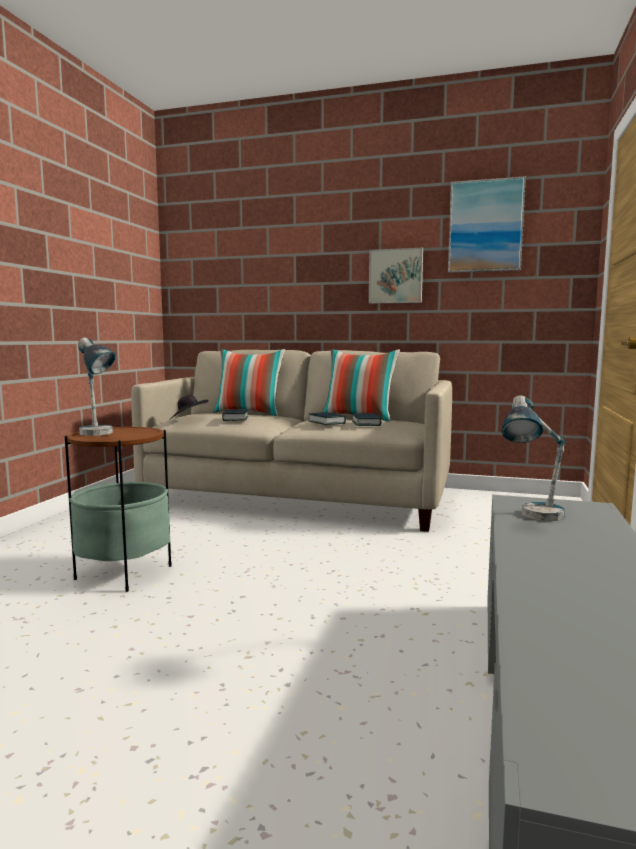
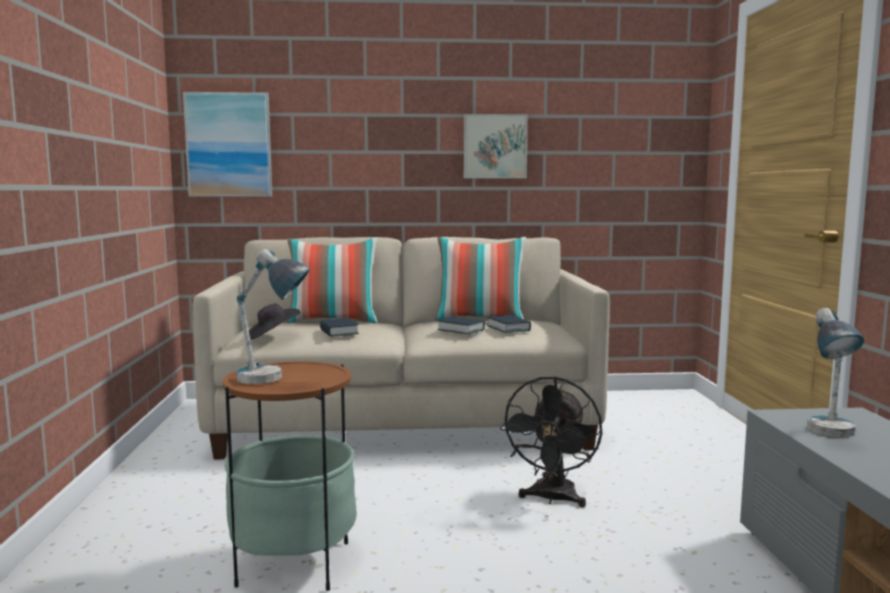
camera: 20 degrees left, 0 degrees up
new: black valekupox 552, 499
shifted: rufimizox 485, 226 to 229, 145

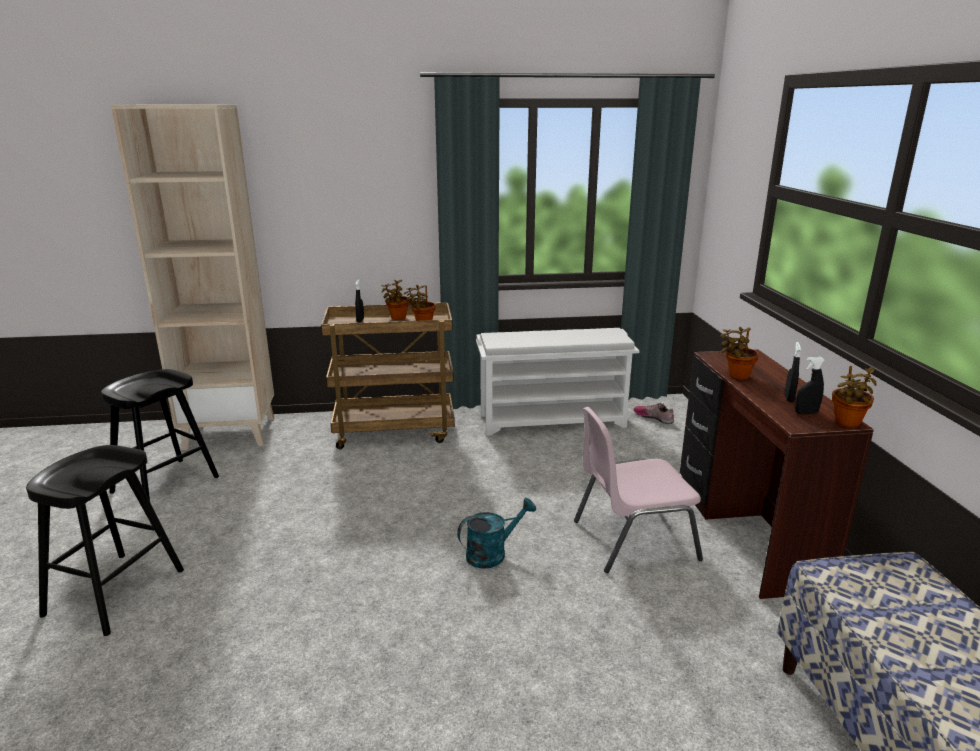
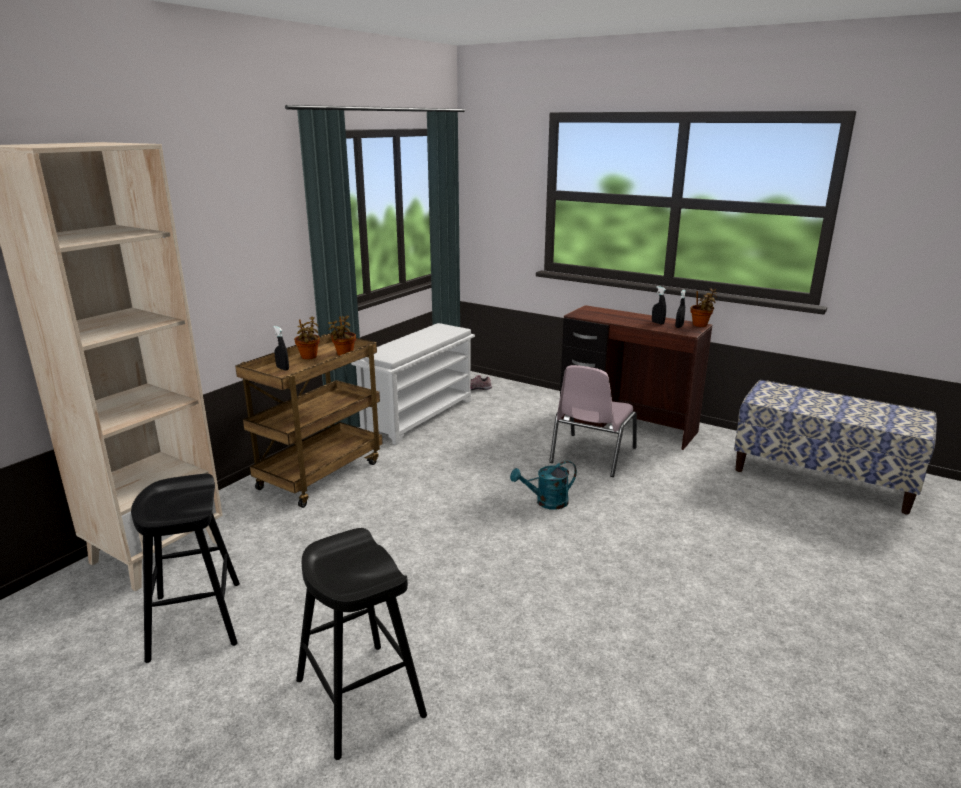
camera: 50 degrees left, 0 degrees up
gone: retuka 736, 376
rotated: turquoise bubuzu 492, 553 = 546, 502 120 degrees counterclockwise

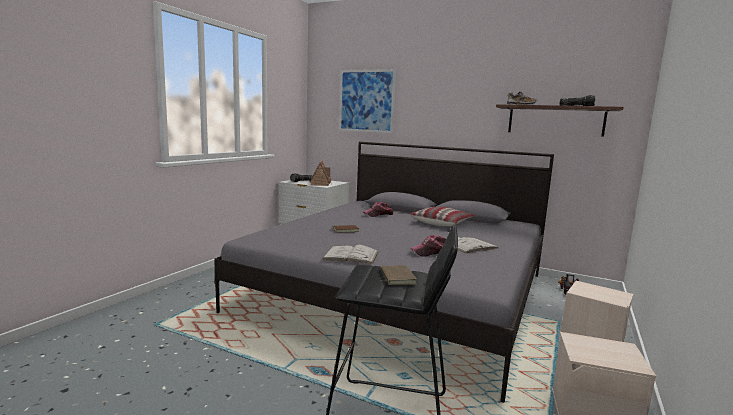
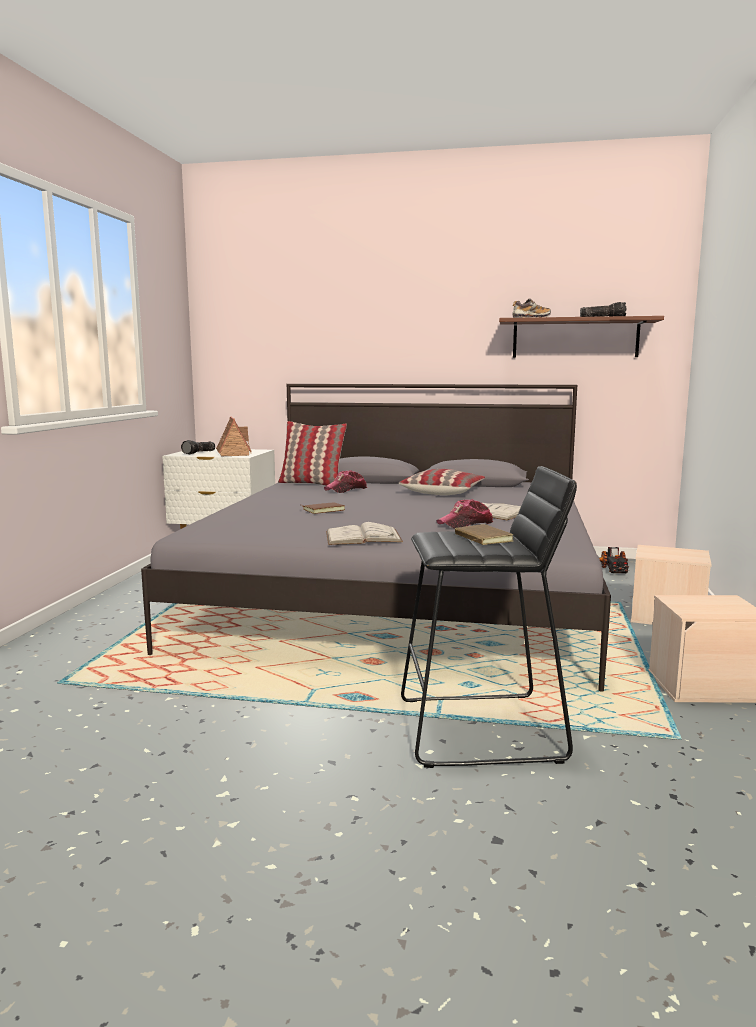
camera: 15 degrees left, 0 degrees up
gone: rufimizox 366, 101
new: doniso 311, 483

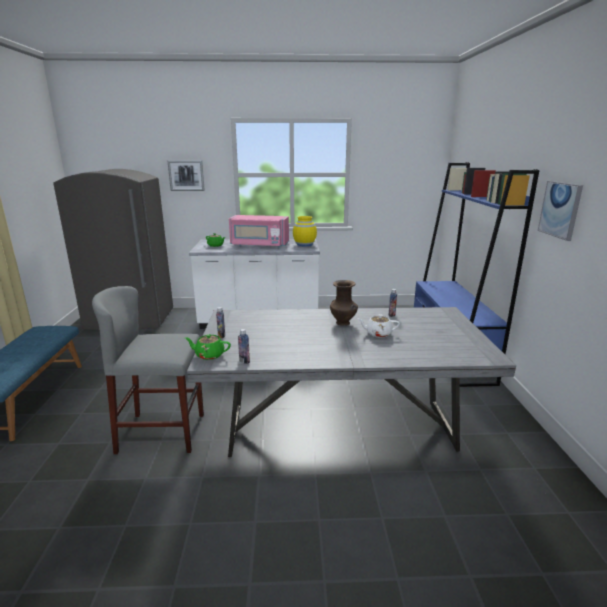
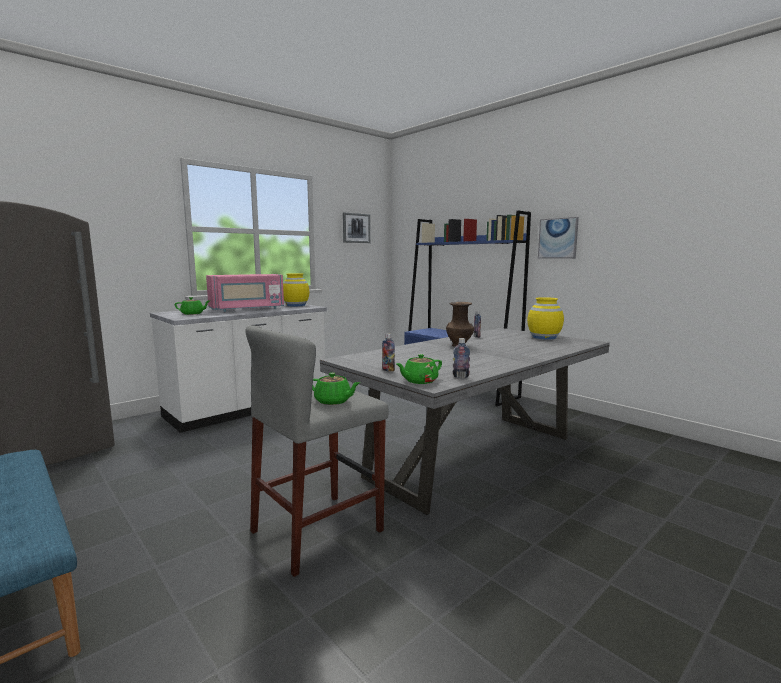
camera: 40 degrees left, 10 degrees down
gone: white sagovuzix 378, 333
new: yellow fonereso 544, 337; green sagovuzix 333, 401
shifted: rufimizox 186, 175 to 356, 228

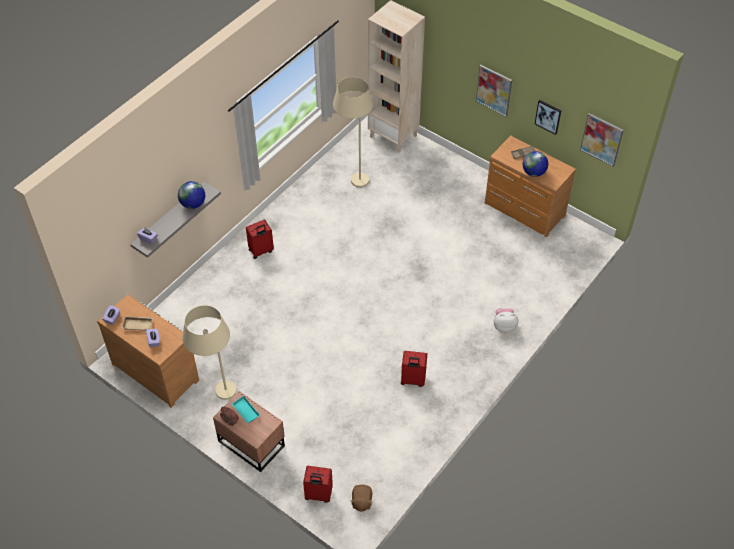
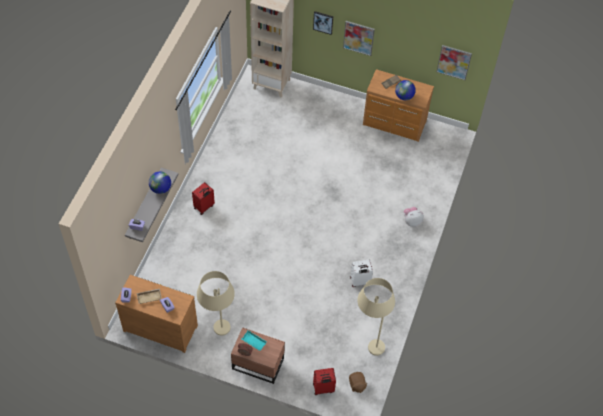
camera: 20 degrees left, 5 degrees up
shifted: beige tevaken 353, 174 to 368, 342; rufimizox 548, 116 to 323, 22
repainted: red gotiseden 412, 380 to white gotiseden 360, 281

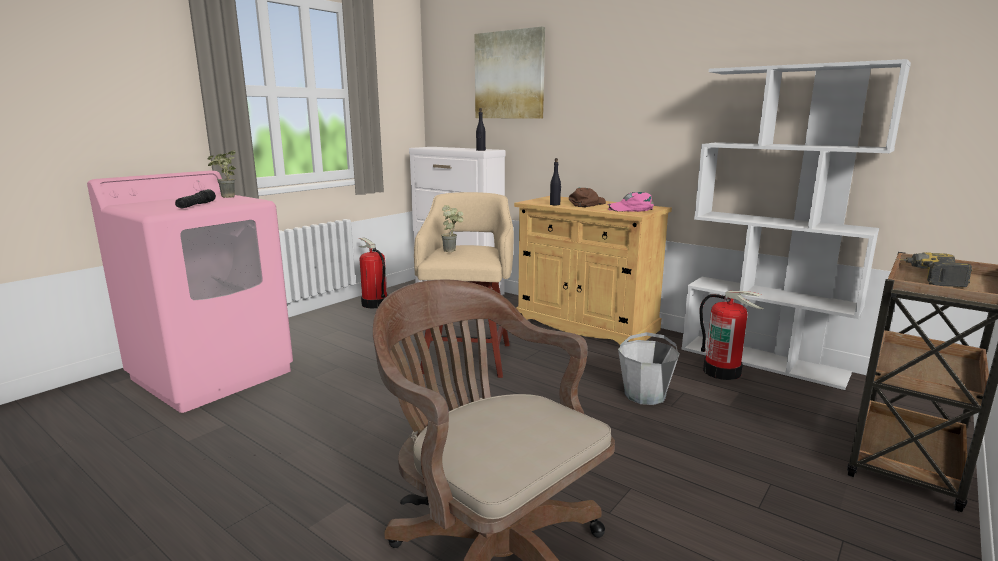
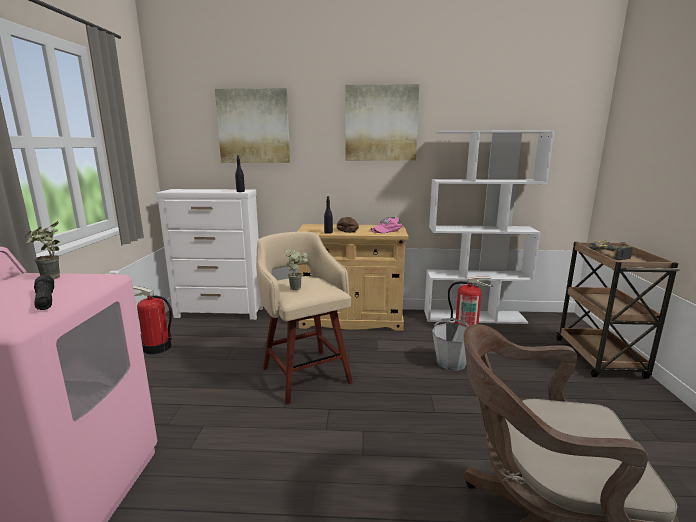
camera: 35 degrees left, 0 degrees up
new: rufimizox 381, 123

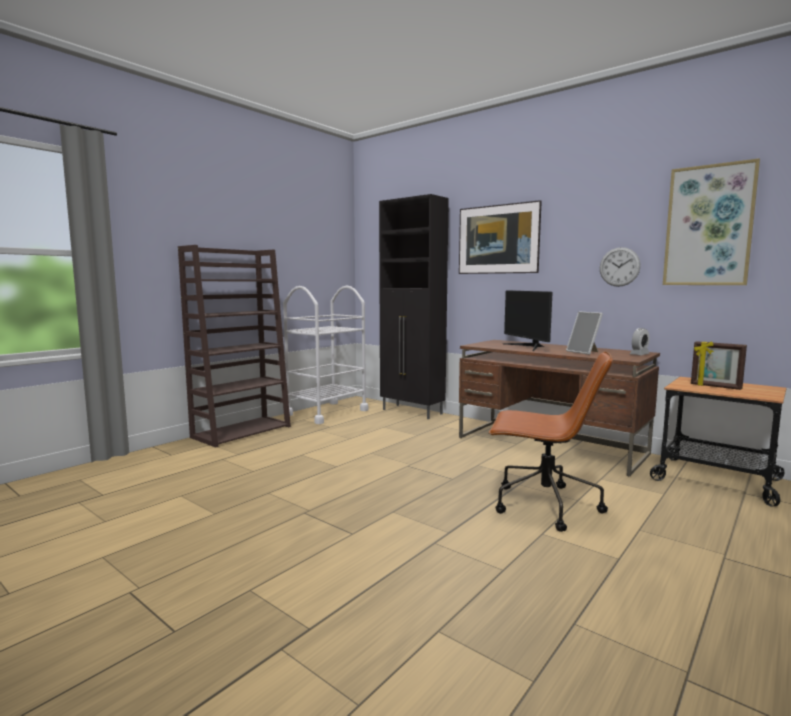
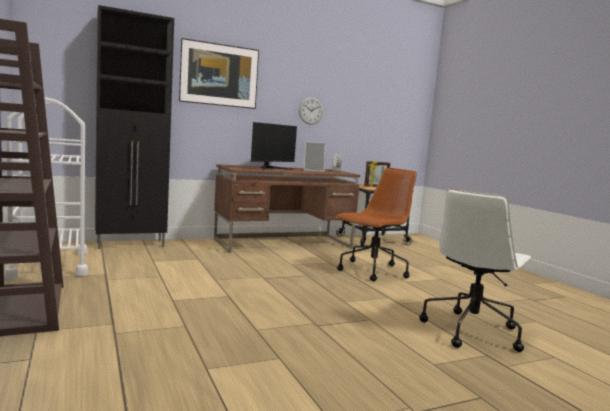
camera: 65 degrees left, 0 degrees up
gone: rufimizox 708, 226
new: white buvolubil 471, 330
rotated: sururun 528, 347 = 271, 168 60 degrees counterclockwise

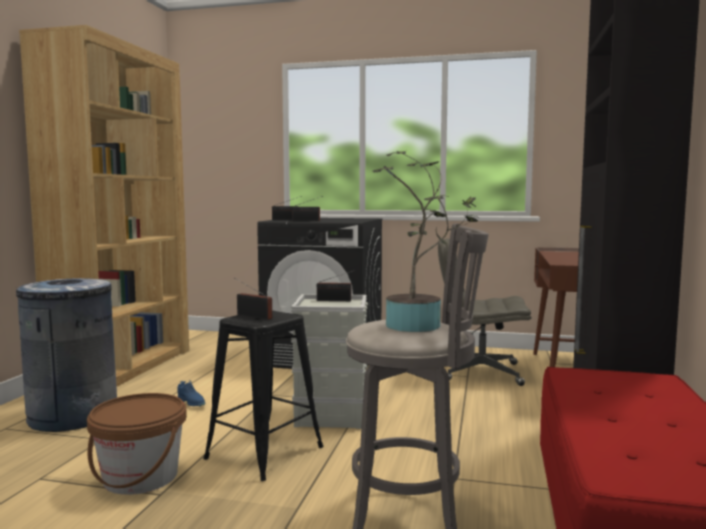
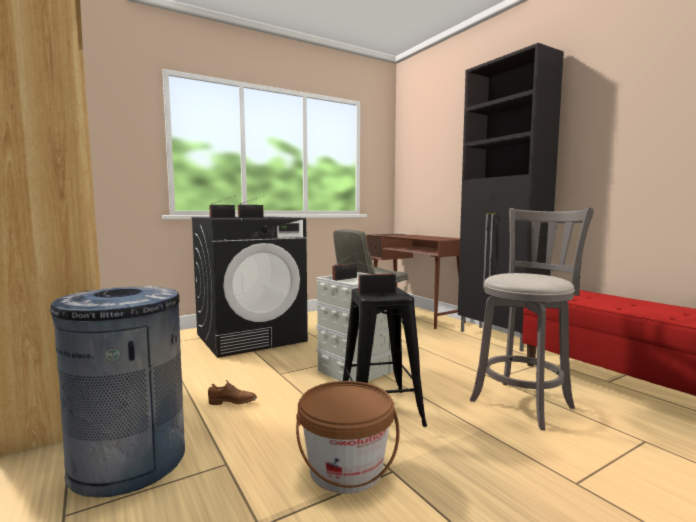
camera: 45 degrees left, 0 degrees up
gone: retuka 420, 325
repainted: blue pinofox 192, 403 to brown pinofox 232, 402

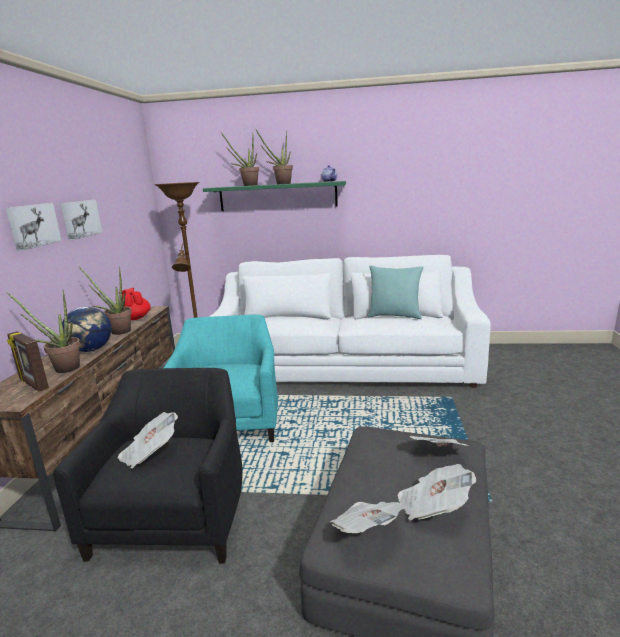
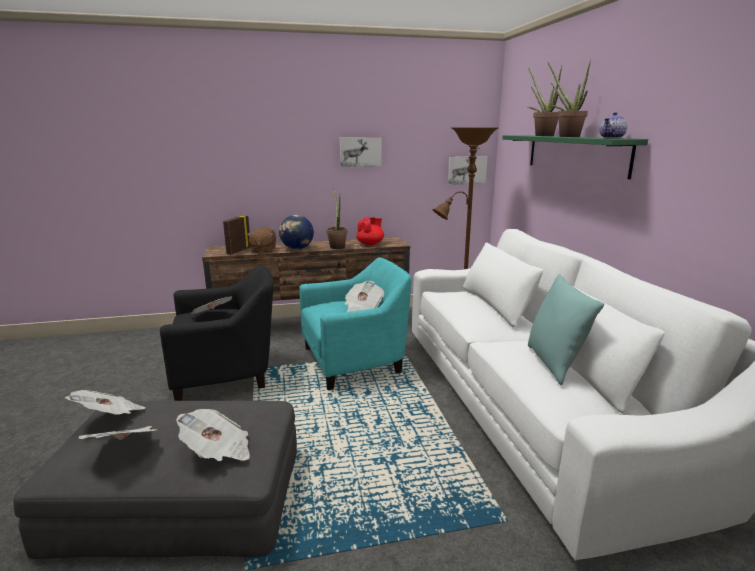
camera: 70 degrees right, 0 degrees up
new: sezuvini 362, 309
shifted: rufimizox 33, 225 to 466, 170
swapped: retuka 62, 368 to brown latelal 263, 250

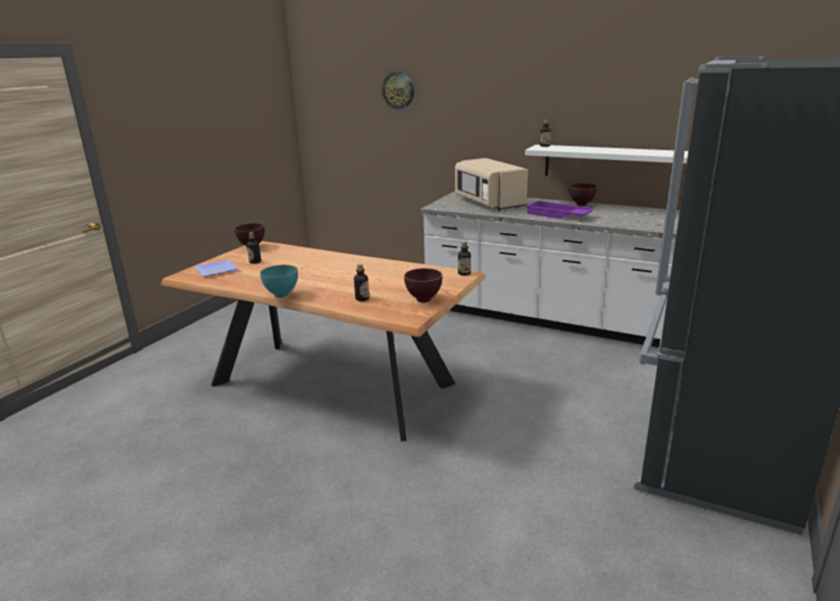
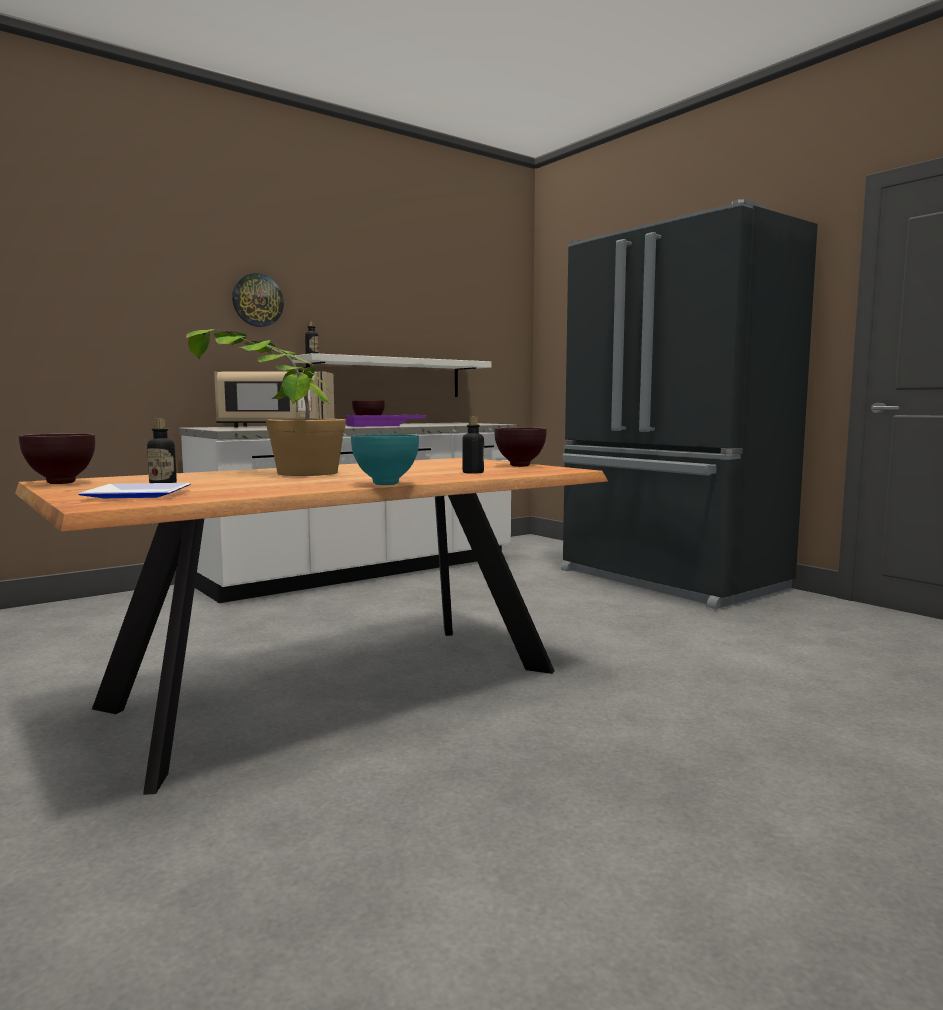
camera: 65 degrees left, 15 degrees down
gone: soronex 464, 273
new: retuka 278, 472
shifted: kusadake 398, 90 to 257, 300

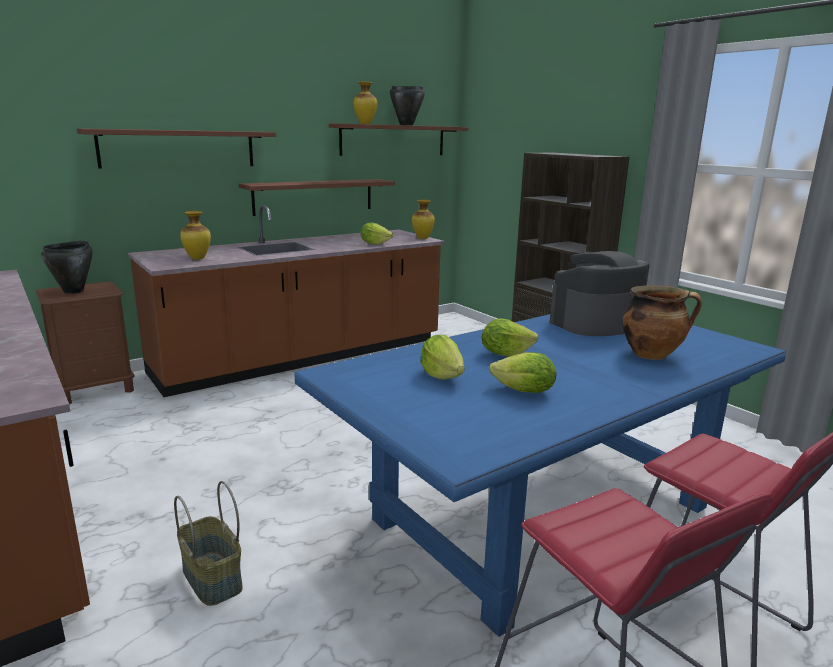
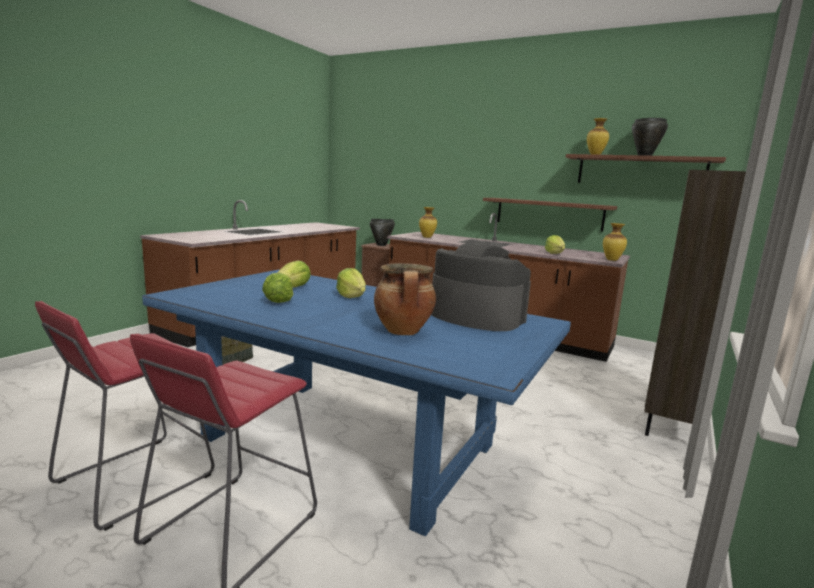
camera: 65 degrees right, 5 degrees down
gone: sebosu 179, 148

